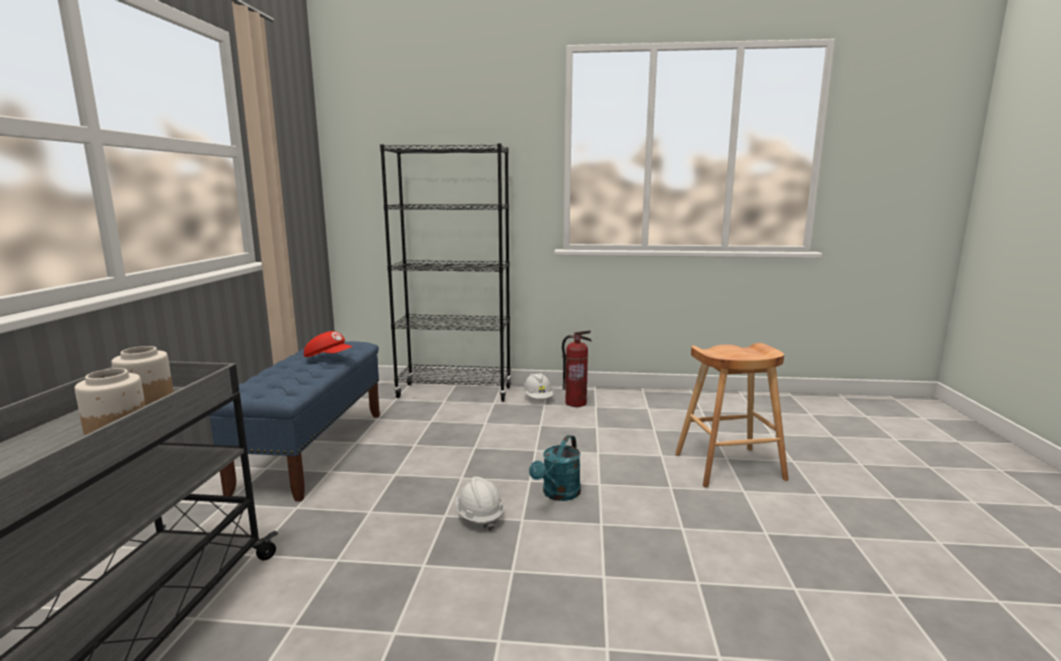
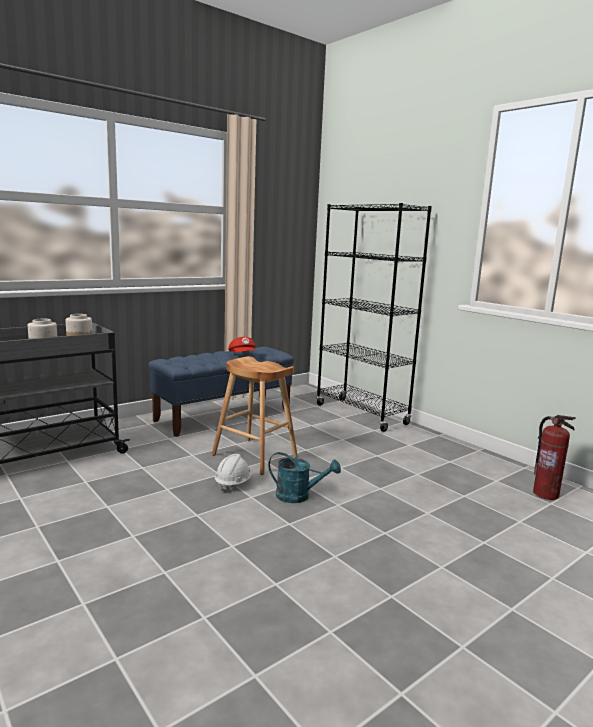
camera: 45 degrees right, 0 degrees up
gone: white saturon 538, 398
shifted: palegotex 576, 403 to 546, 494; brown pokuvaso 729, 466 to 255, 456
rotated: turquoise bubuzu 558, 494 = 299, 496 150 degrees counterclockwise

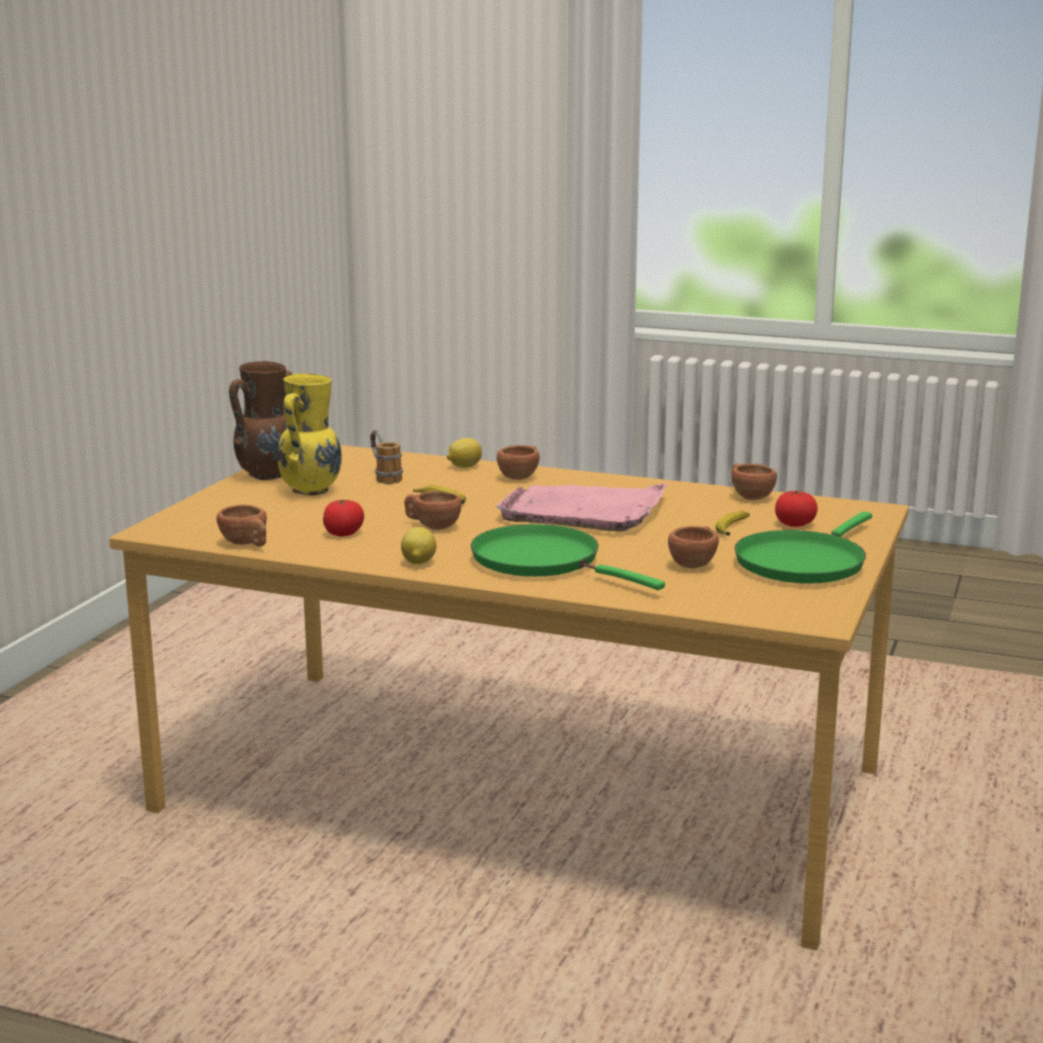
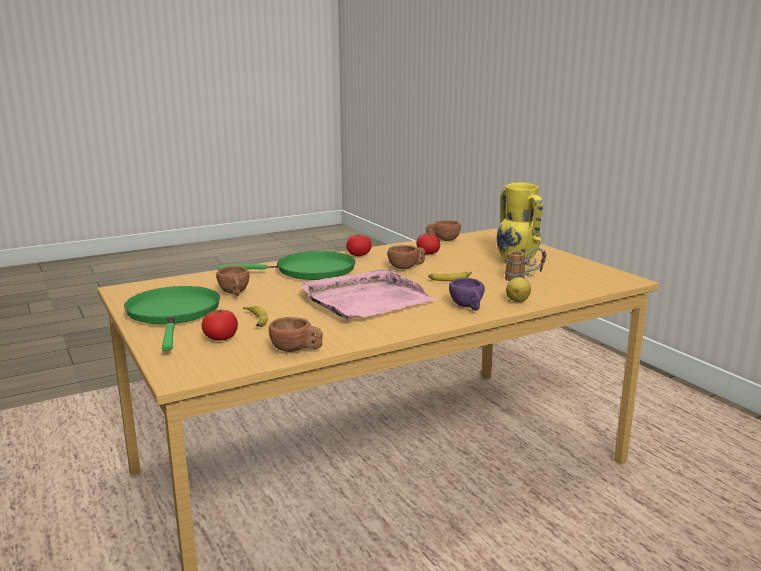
camera: 130 degrees right, 0 degrees up
gone: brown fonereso 268, 476
swapped: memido 418, 562 to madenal 359, 254
repainted: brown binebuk 521, 476 to purple binebuk 468, 307

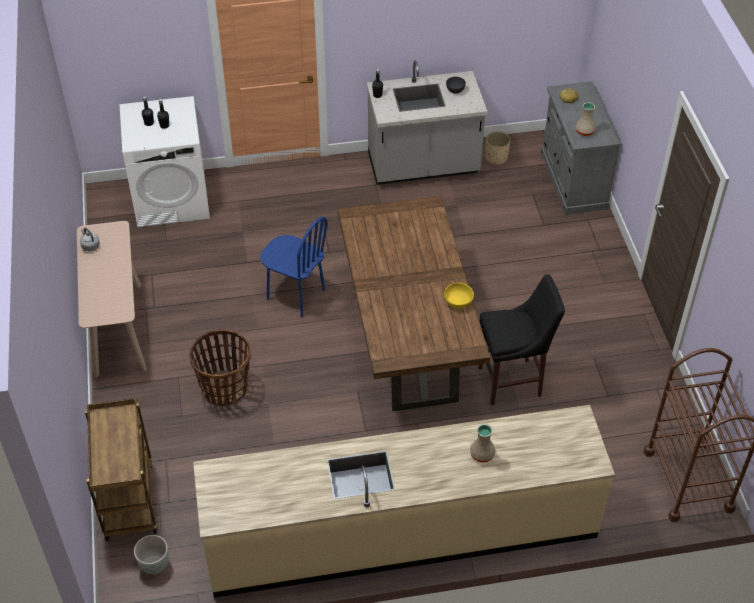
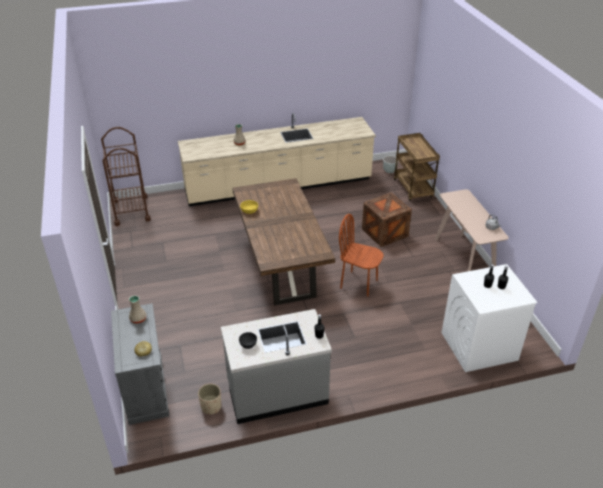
camera: 175 degrees right, 10 degrees down
gone: black pokuvaso 513, 381
swapped: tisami 225, 389 to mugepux 385, 233
repainted: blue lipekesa 295, 295 to brown lipekesa 359, 284

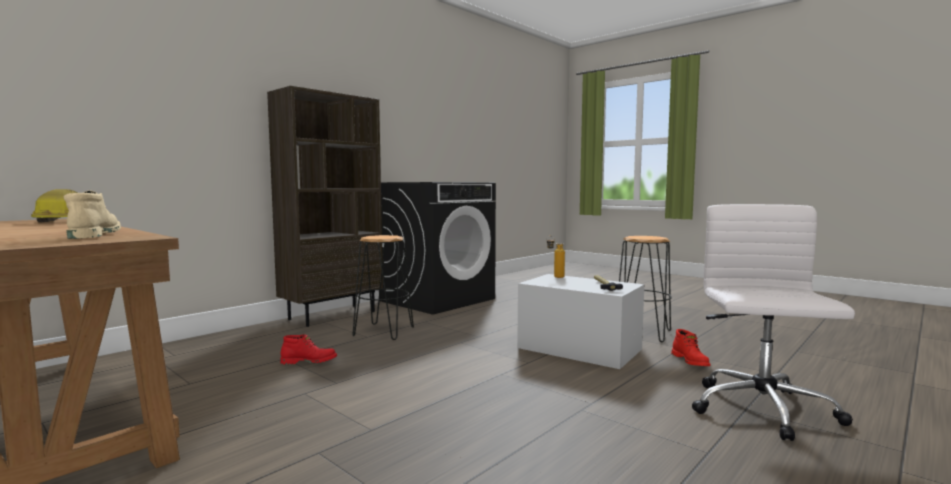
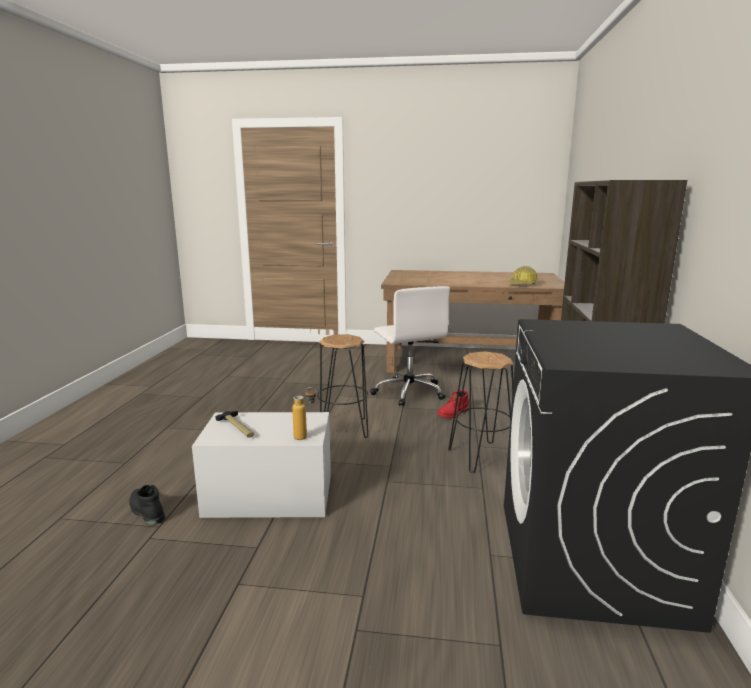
camera: 145 degrees right, 10 degrees up
gone: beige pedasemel 93, 235
shifted: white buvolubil 762, 410 to 409, 392; black pokuvaso 642, 332 to 343, 429
repainted: red pedasemel 691, 361 to black pedasemel 146, 511

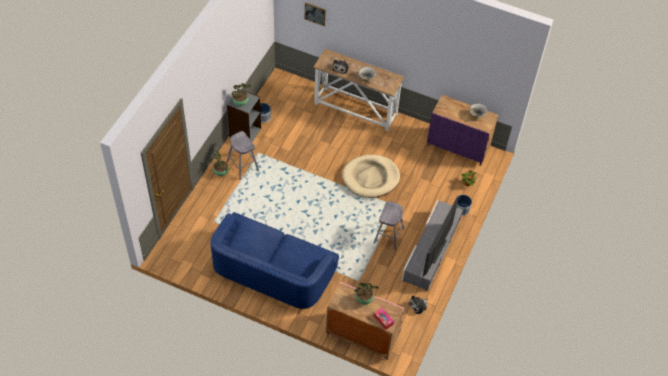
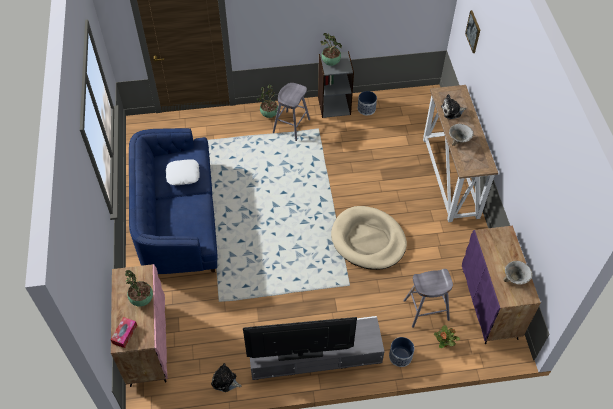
camera: 60 degrees right, 0 degrees up
new: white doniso 183, 174
shifted: grey pokuvaso 388, 235 to 426, 310

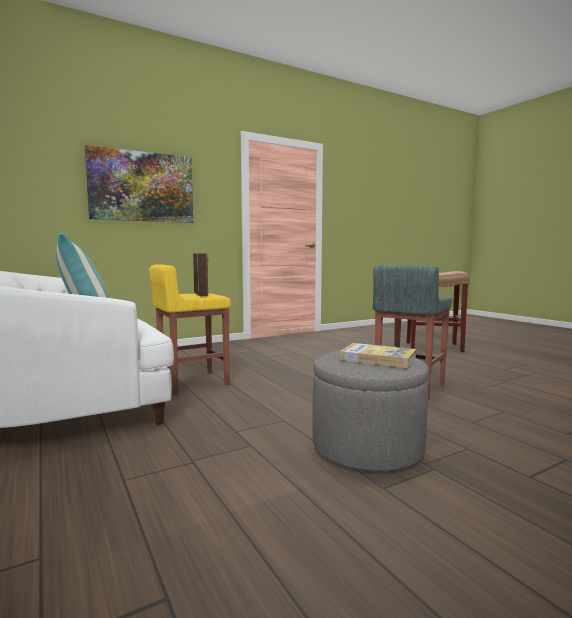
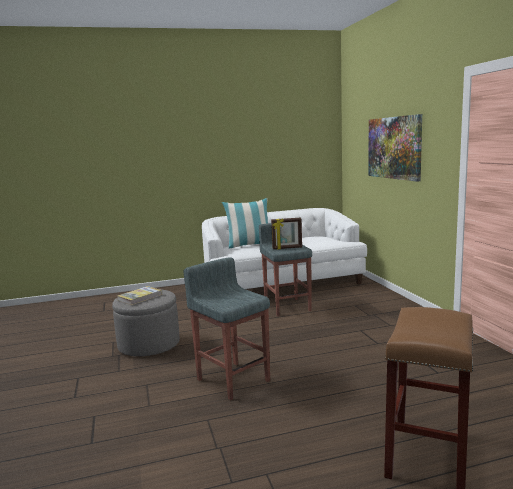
camera: 105 degrees right, 5 degrees up
repainted: yellow pokuvaso 192, 382 to grey pokuvaso 287, 307

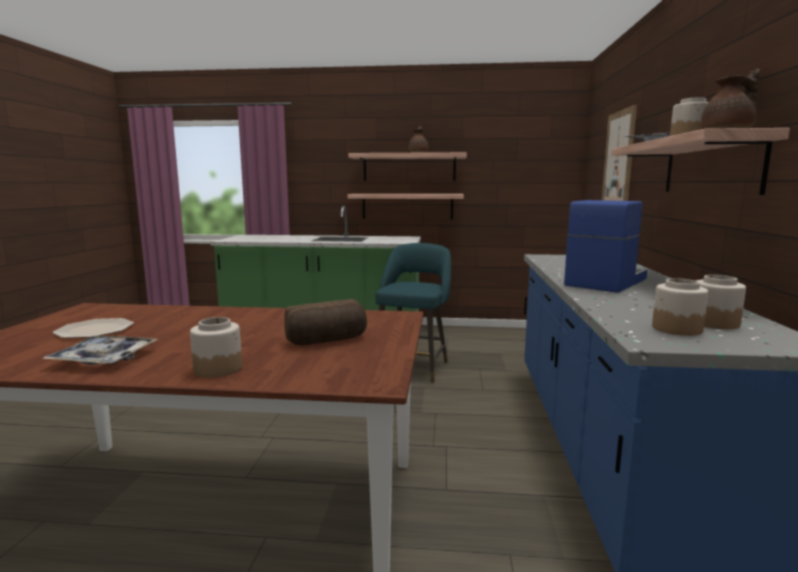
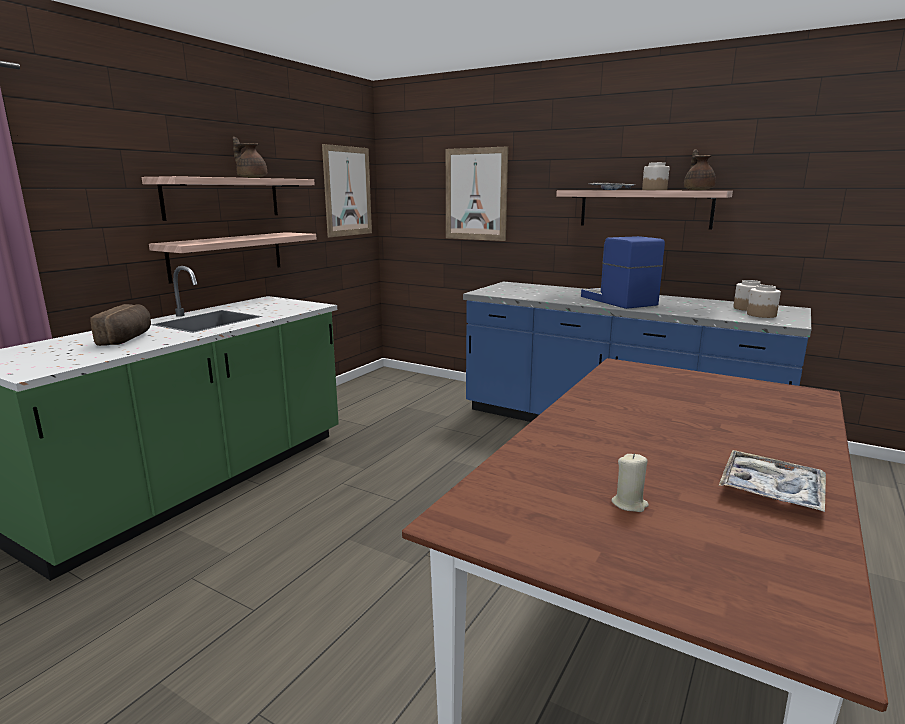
camera: 65 degrees left, 5 degrees up
gone: turquoise pokuvaso 413, 367; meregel 218, 369
new: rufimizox 347, 191
shifted: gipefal 327, 340 to 128, 338
swapped: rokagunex 94, 330 to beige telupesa 629, 504

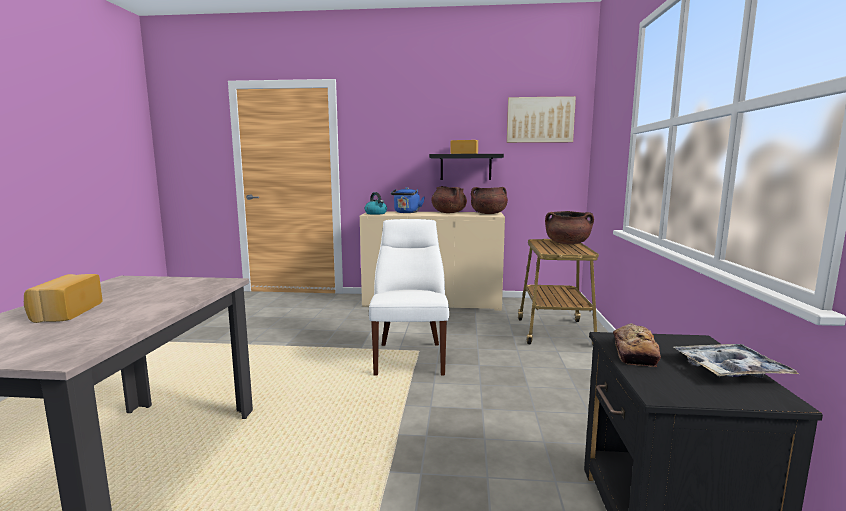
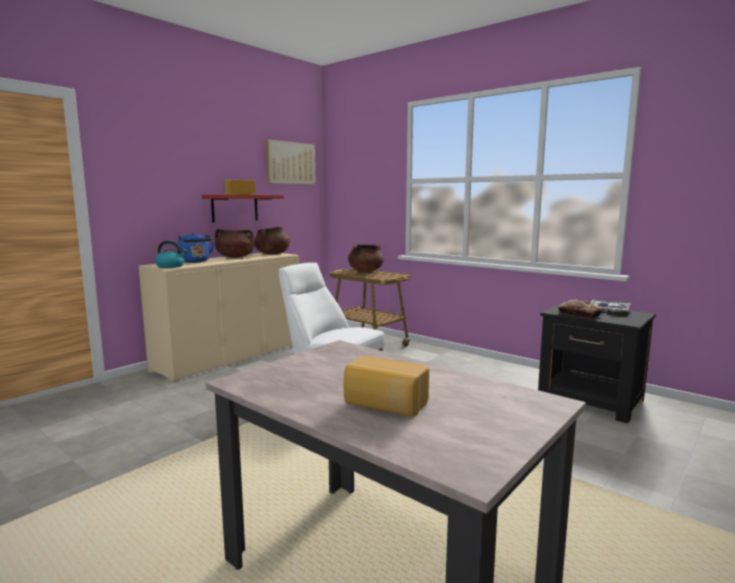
camera: 55 degrees left, 0 degrees up
repainted: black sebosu 465, 167 to red sebosu 234, 208

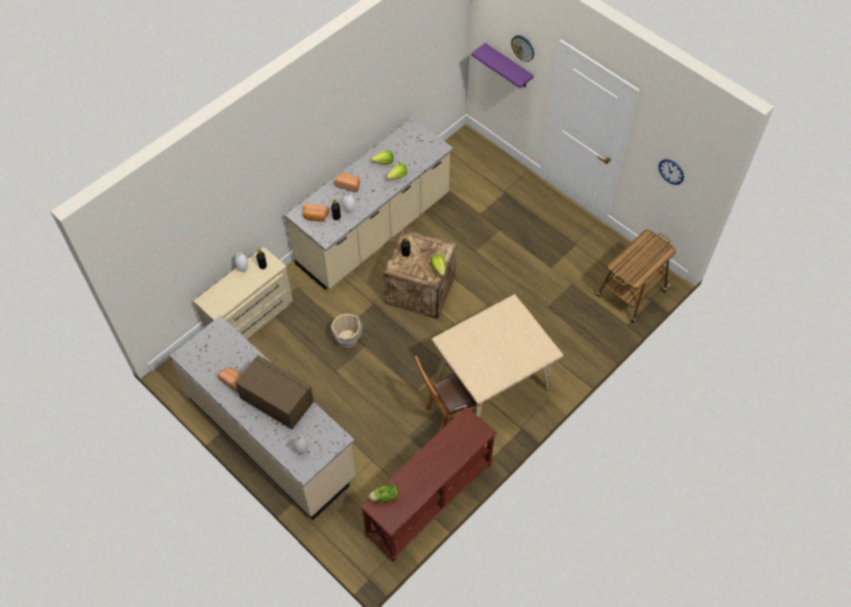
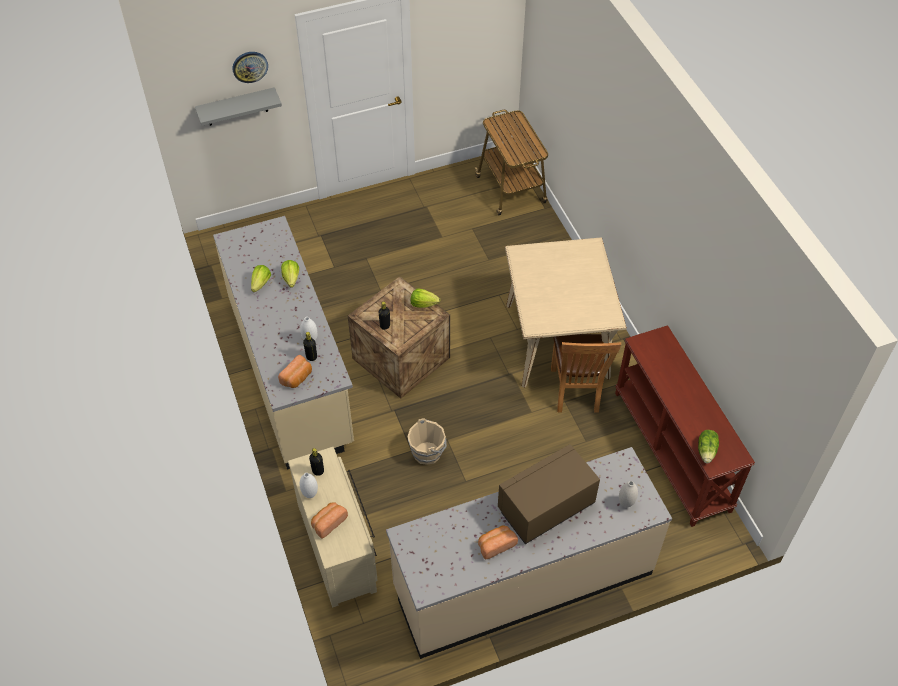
camera: 65 degrees left, 5 degrees down
gone: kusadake 671, 171
shifted: gipefal 348, 185 to 328, 522
repainted: purple sebosu 508, 66 to grey sebosu 237, 107

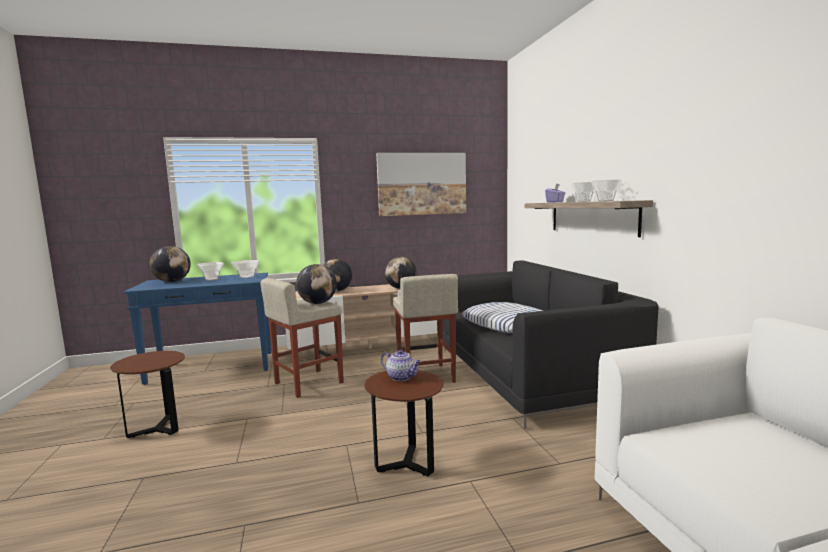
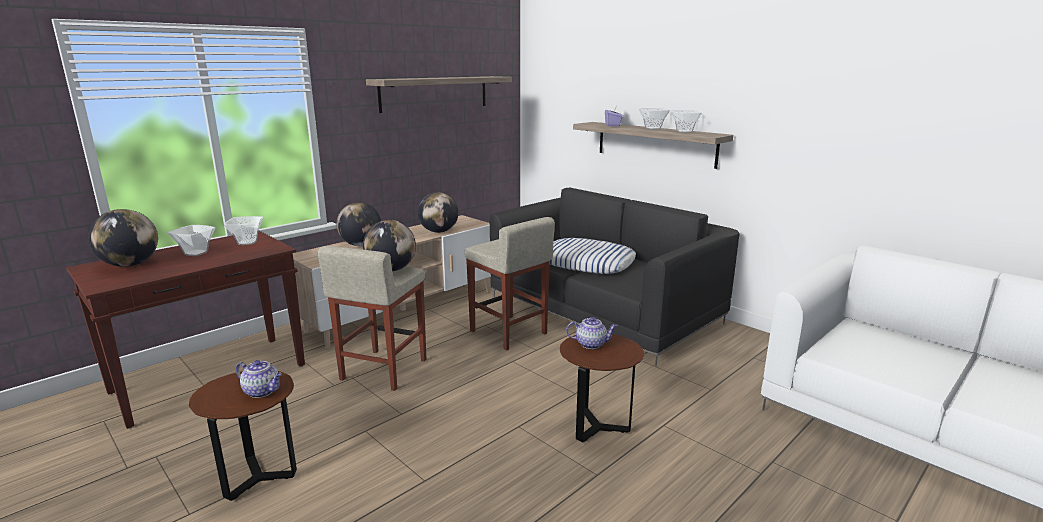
camera: 30 degrees left, 10 degrees up
new: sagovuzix 263, 391
swapped: rufimizox 422, 184 to sebosu 435, 93
repainted: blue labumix 213, 367 to brown labumix 211, 378

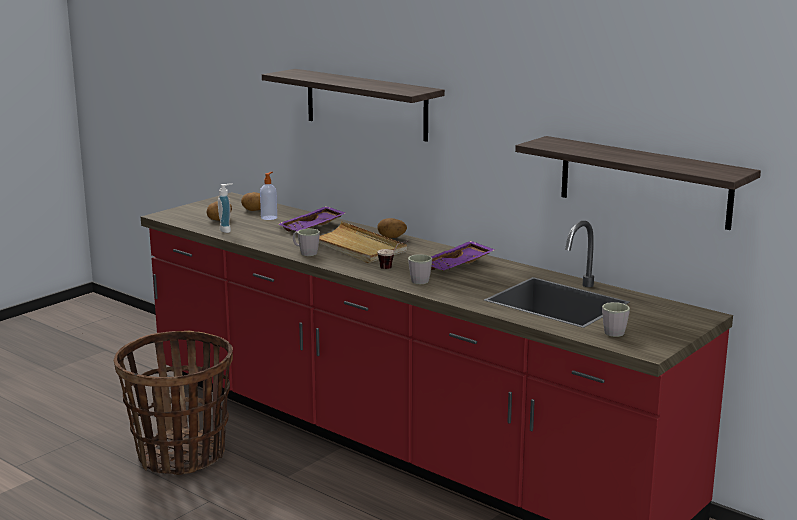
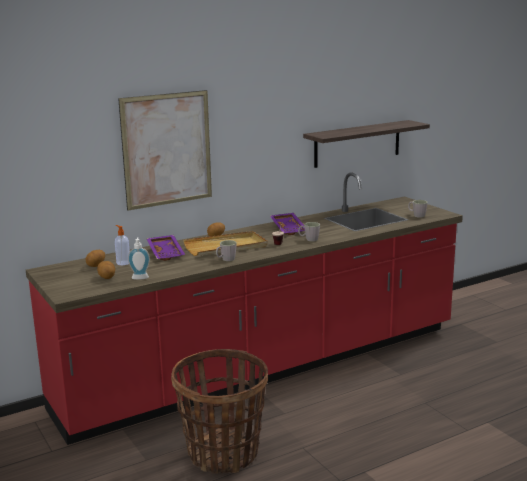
camera: 70 degrees left, 0 degrees up
swapped: sebosu 366, 104 to rufimizox 167, 149

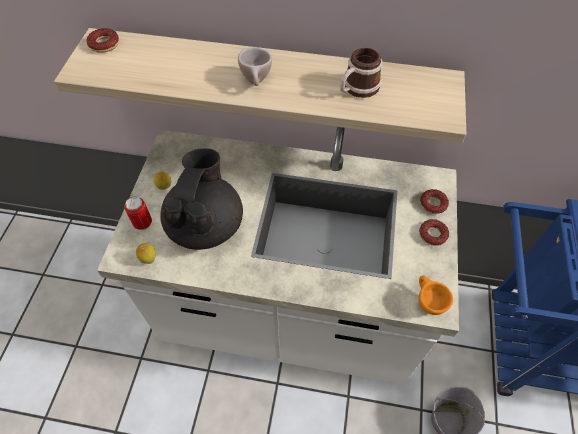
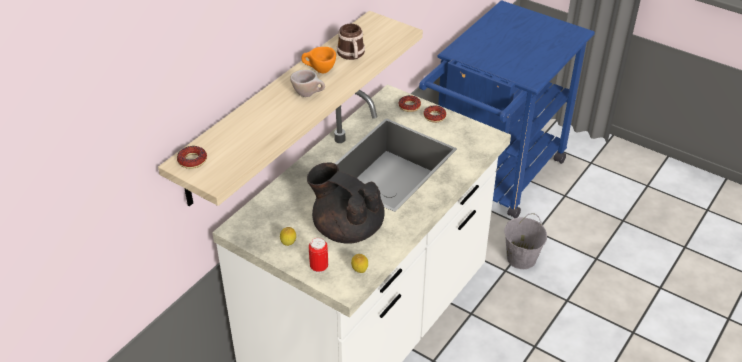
camera: 65 degrees left, 15 degrees down
shifted: orange binebuk 426, 302 to 319, 71

